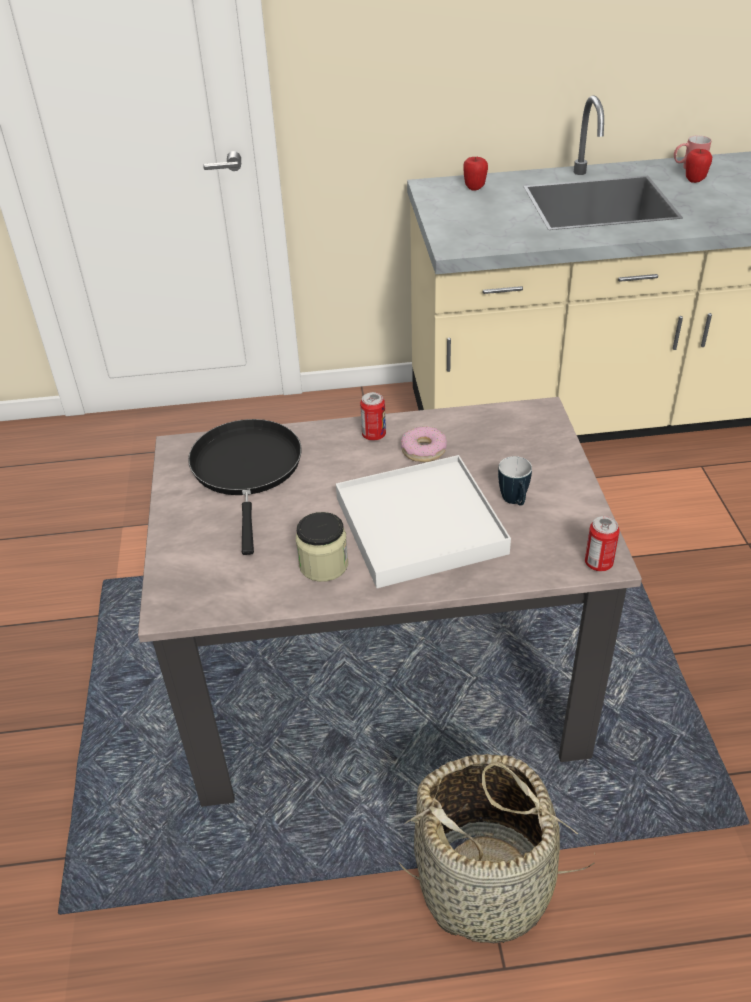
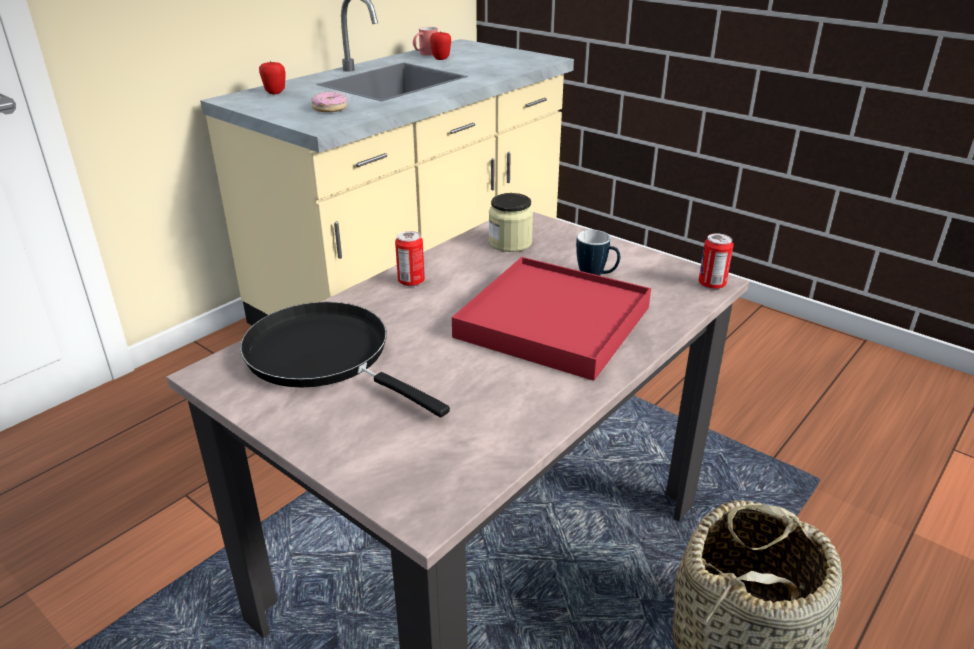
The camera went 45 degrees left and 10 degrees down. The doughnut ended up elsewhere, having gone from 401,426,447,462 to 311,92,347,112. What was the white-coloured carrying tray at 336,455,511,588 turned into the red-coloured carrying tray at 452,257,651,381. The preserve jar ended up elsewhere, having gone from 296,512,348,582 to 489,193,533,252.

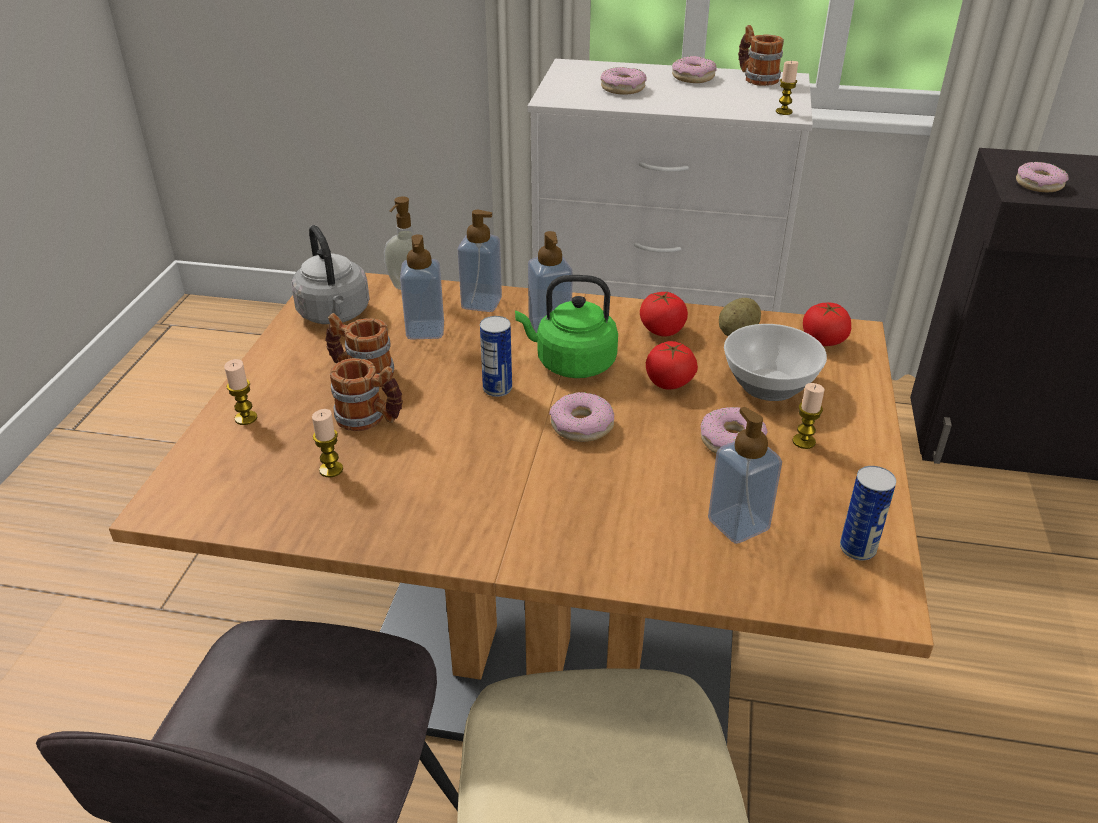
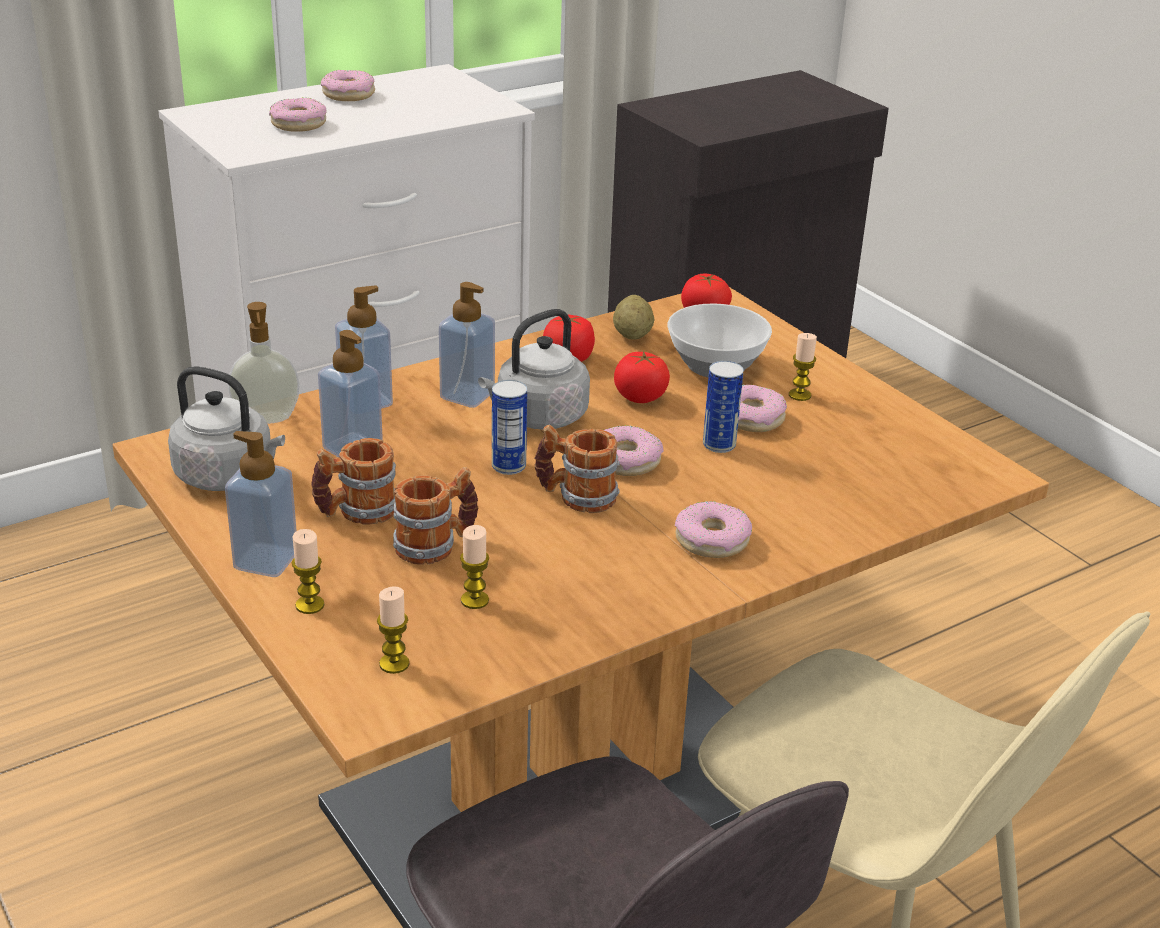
The camera went 45 degrees left and 5 degrees down. The tea mug ended up elsewhere, having gone from 738,25,784,86 to 534,425,620,513. The wax candle ended up elsewhere, having gone from 776,60,798,115 to 377,587,409,674. The doughnut ended up elsewhere, having gone from 1016,162,1068,192 to 675,501,752,558. What was the greenish water kettle at 515,275,618,378 turned into the gray water kettle at 478,309,590,430. The soap dispenser ended up elsewhere, having gone from 708,407,782,544 to 225,431,297,577. The can ended up elsewhere, having gone from 840,466,896,561 to 703,361,744,453.

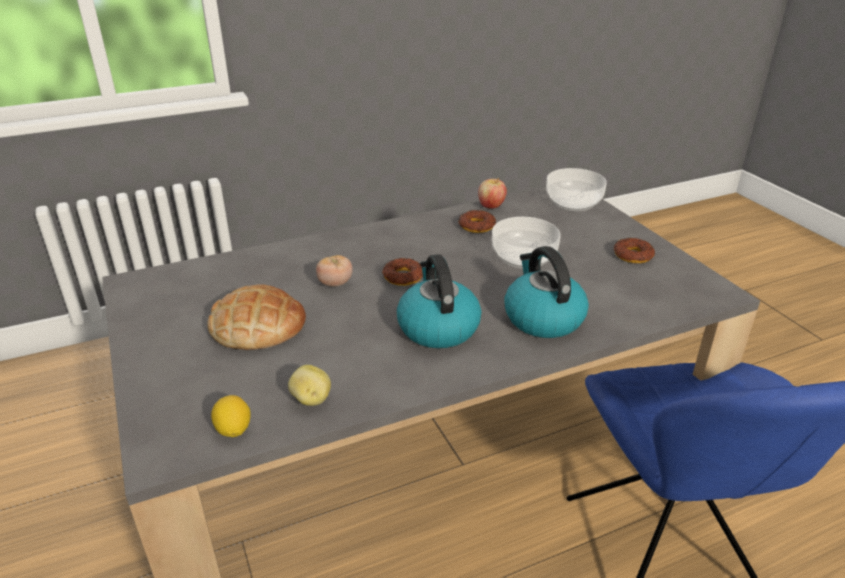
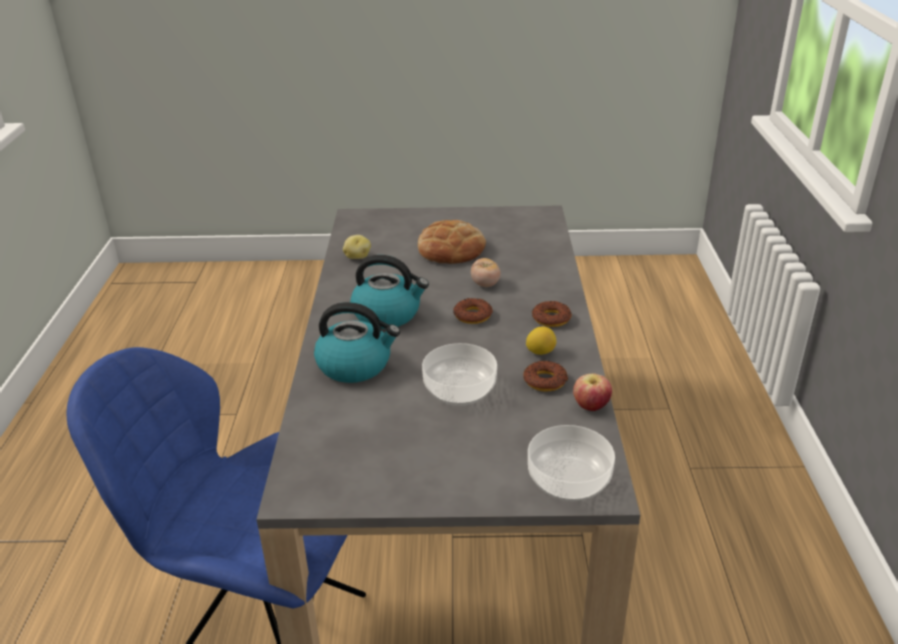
The camera went 115 degrees right and 0 degrees up. The doughnut ended up elsewhere, having gone from 614,238,655,263 to 532,301,572,327. The citrus fruit ended up elsewhere, having gone from 211,395,251,437 to 526,326,556,355.

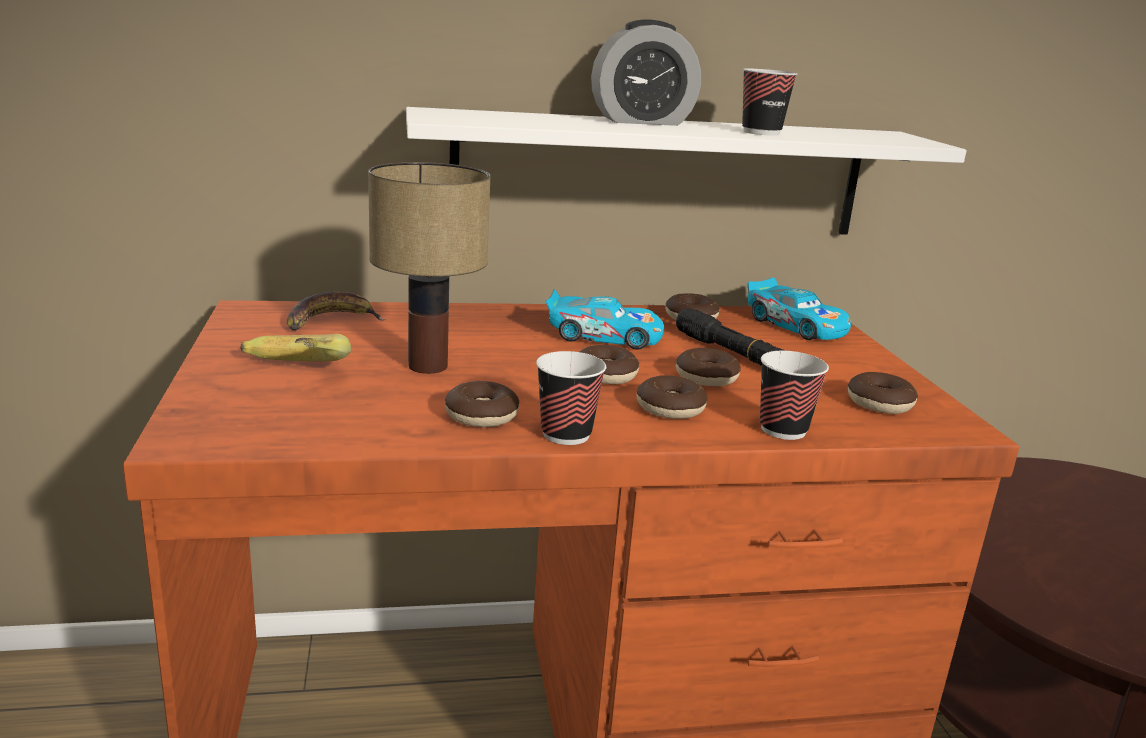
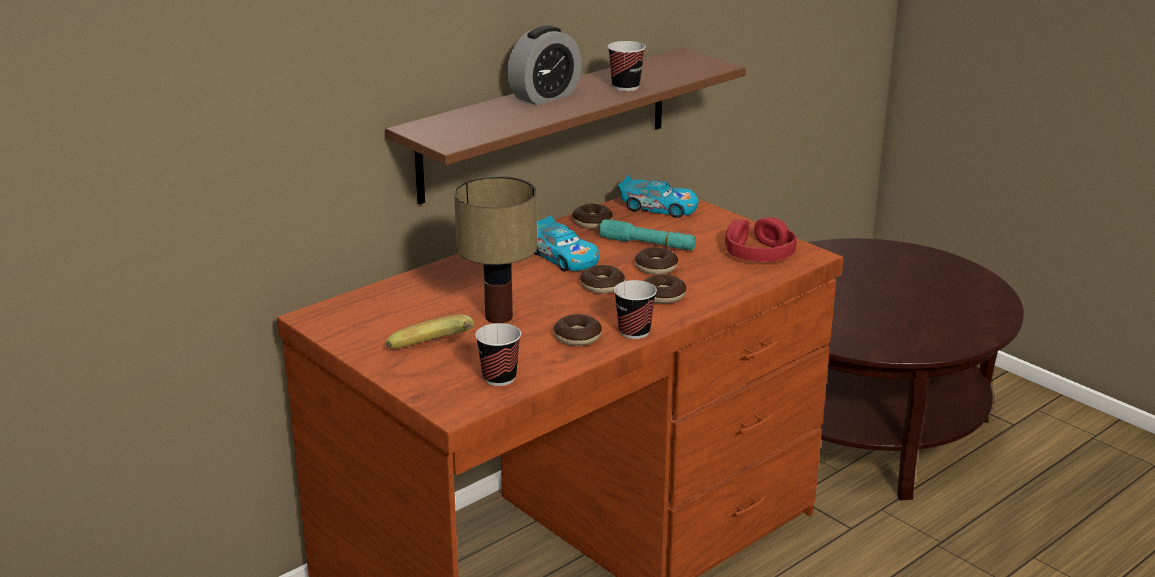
The camera went 30 degrees left and 5 degrees up. What was the white-coloured bracket shelf at 406,107,967,235 turned into the brown-coloured bracket shelf at 385,48,746,204. The toy car at 546,289,664,349 ended up facing another way, 75 degrees clockwise from before. The second view lost the banana fruit at 287,292,386,331. What was the black-coloured flashlight at 676,308,785,366 turned into the turquoise-coloured flashlight at 599,219,696,250. The cup ended up elsewhere, having gone from 760,351,829,440 to 475,323,521,386. Where the doughnut stood at 848,372,918,414, the red-coloured headphones came to stand at 725,217,797,261.

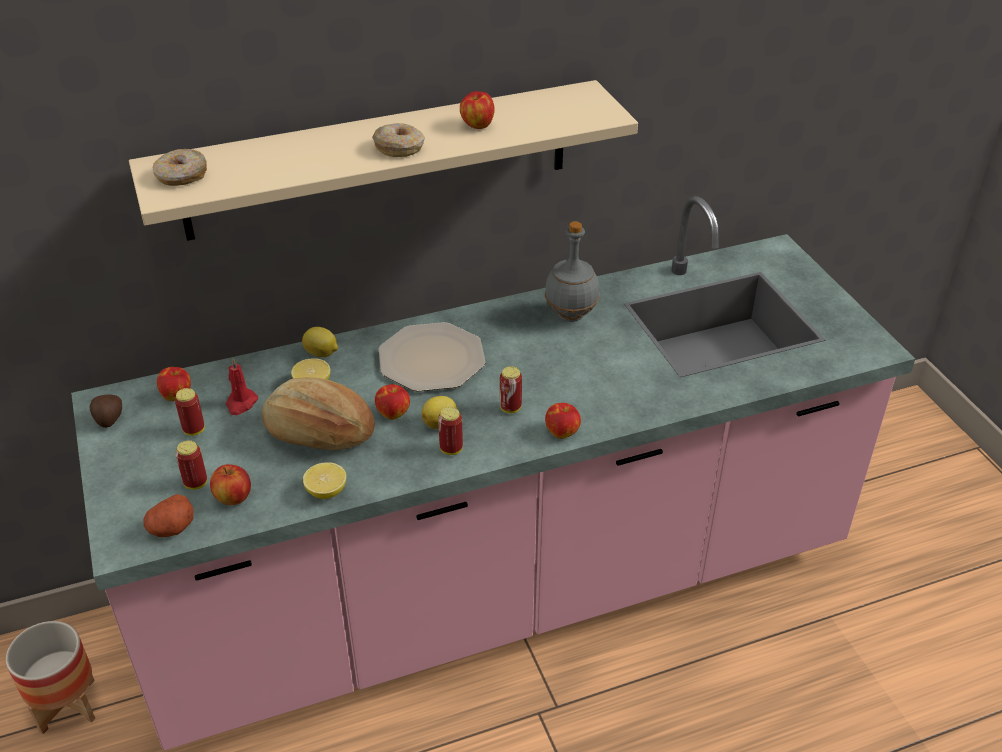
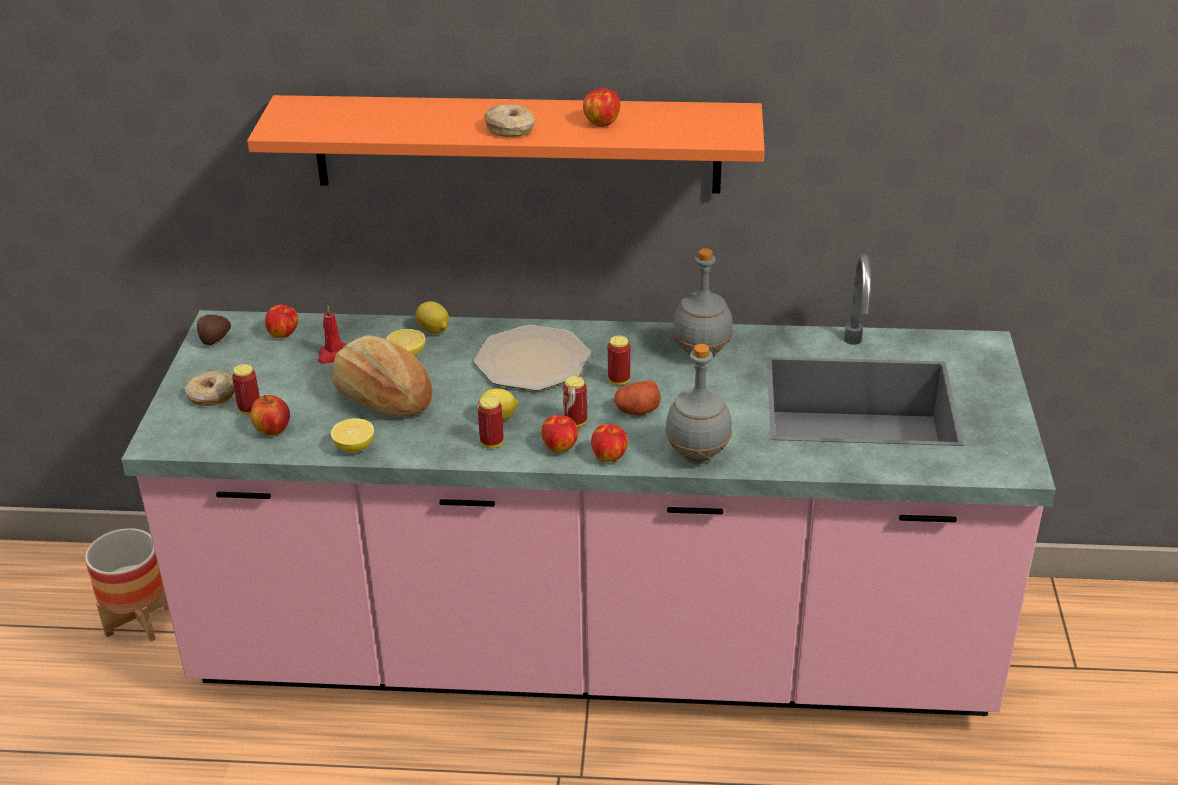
The camera went 25 degrees right and 5 degrees down. What was the sand-coloured bracket shelf at 129,80,638,241 turned into the orange-coloured bracket shelf at 247,95,765,194. The doughnut ended up elsewhere, having gone from 153,149,207,186 to 185,371,235,406. The apple ended up elsewhere, having gone from 375,384,410,420 to 541,415,578,453. The can ended up elsewhere, having gone from 175,388,205,436 to 608,336,630,385. The spud ended up elsewhere, having gone from 143,494,194,537 to 614,381,661,416. The second view gained the gray bottle at 665,344,732,464.

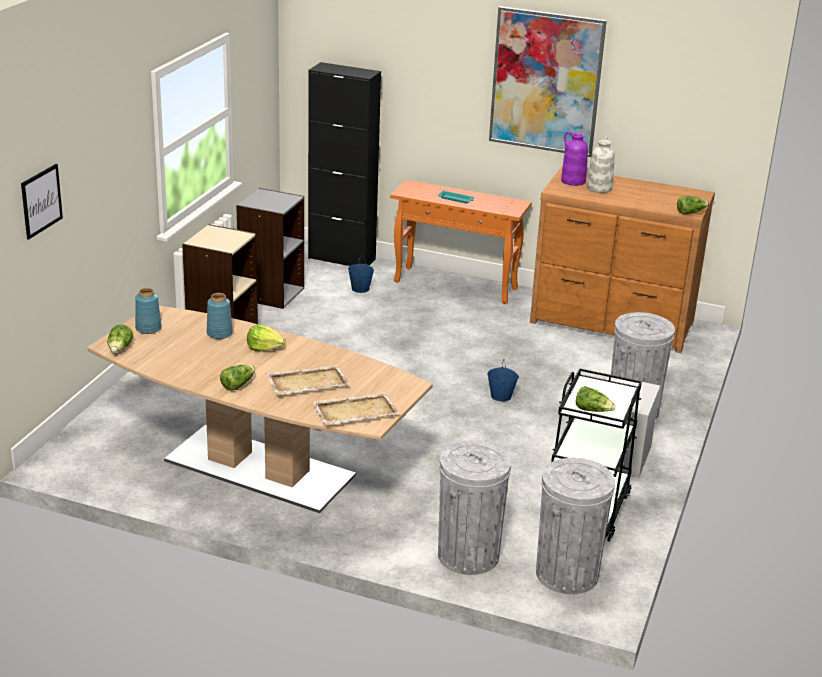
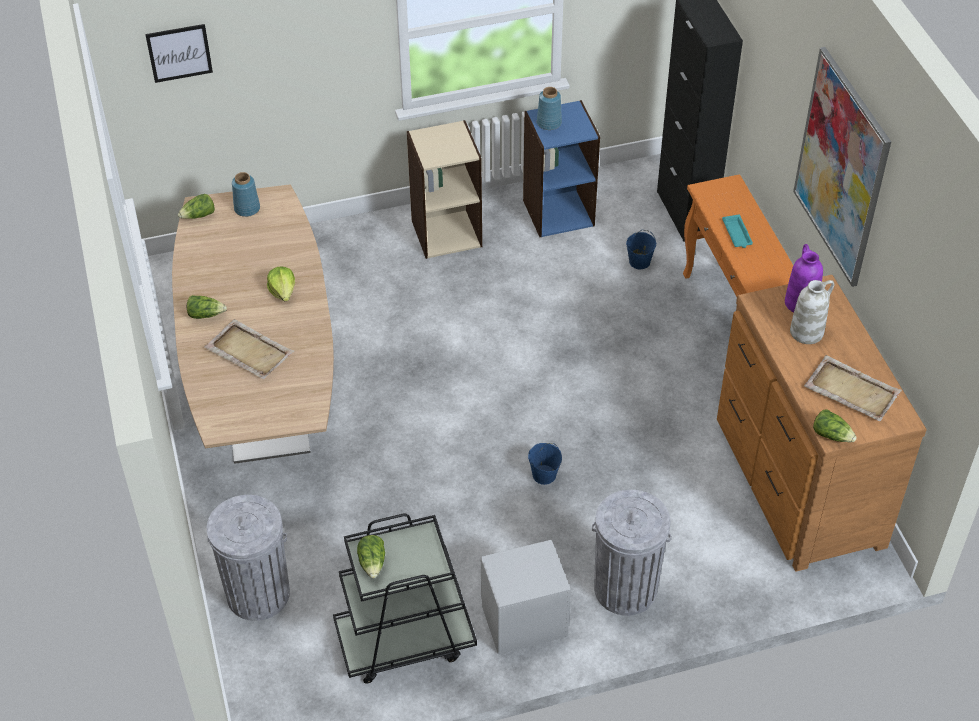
The camera went 55 degrees right and 20 degrees up. What was the gray shelving unit at 236,188,304,309 turned into the blue shelving unit at 523,100,600,237. The blue flower vase ended up elsewhere, having gone from 207,293,233,339 to 537,87,562,130. The sand-coloured carrying tray ended up elsewhere, having gone from 312,392,400,425 to 804,355,902,421. The second view lost the gray trash can at 536,458,615,594.

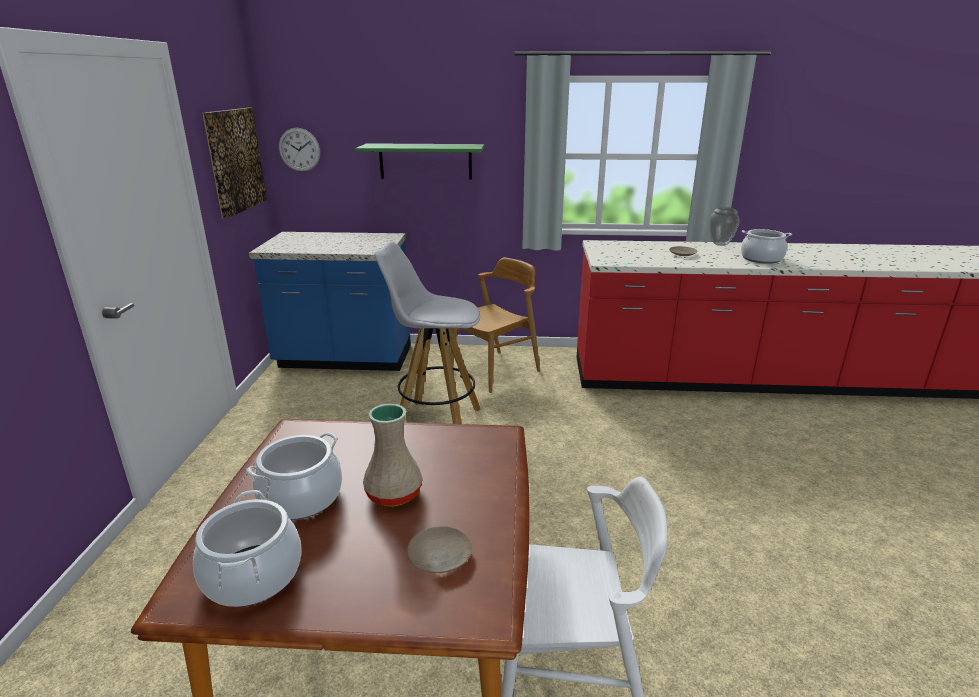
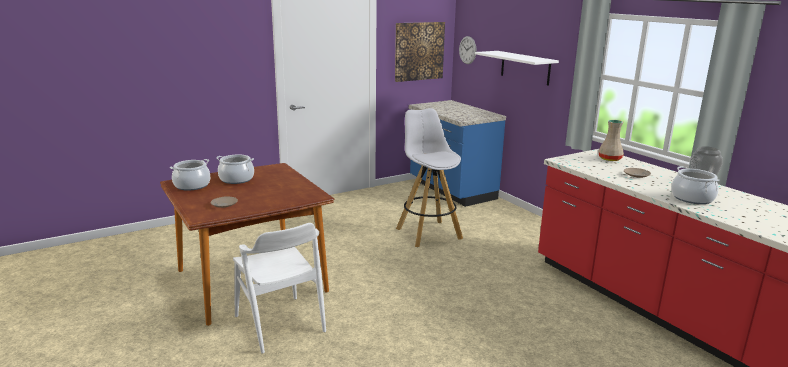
The camera went 55 degrees right and 5 degrees down. What was the greenish bracket shelf at 355,143,484,180 turned into the white-coloured bracket shelf at 475,51,559,85. The second view lost the brown-coloured chair at 450,257,540,393. The sand-coloured flower vase ended up elsewhere, having gone from 363,403,423,507 to 598,120,624,161.

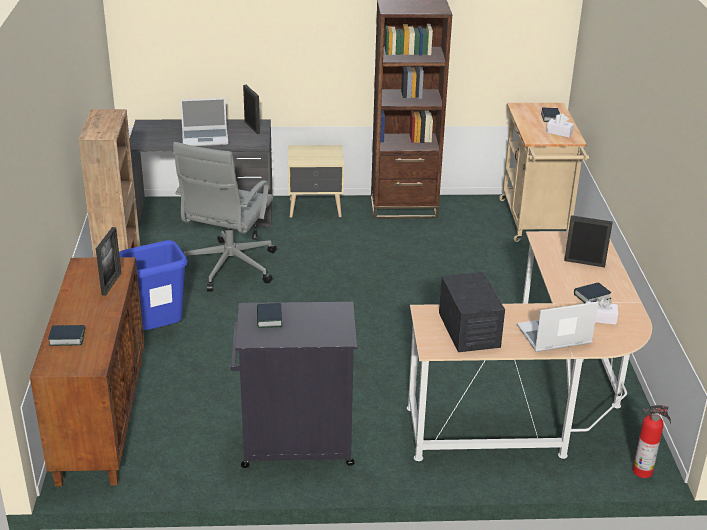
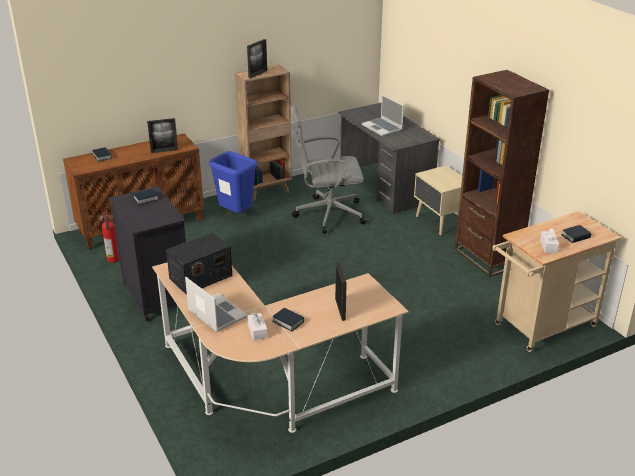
The camera went 65 degrees right and 0 degrees up. The photo frame ended up elsewhere, having gone from 243,85,260,134 to 247,39,267,79. The fire extinguisher ended up elsewhere, having gone from 633,405,671,478 to 100,213,119,263.

